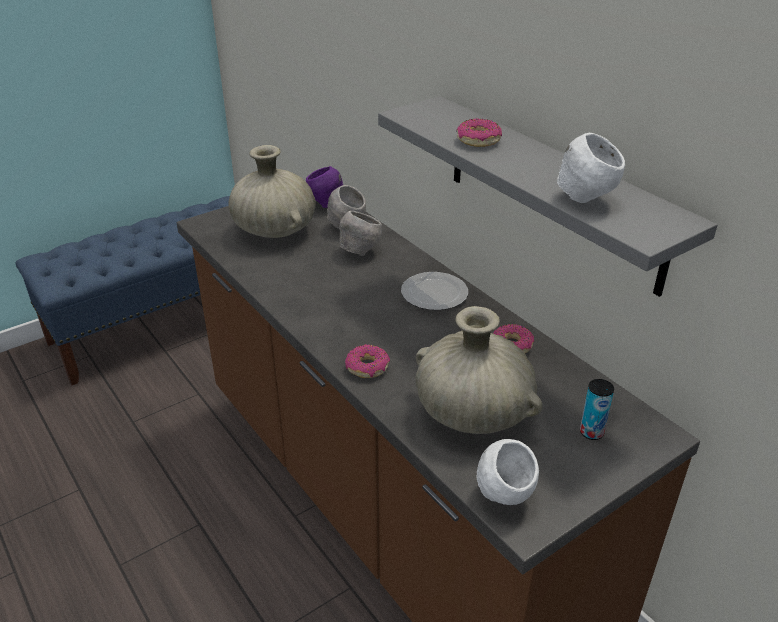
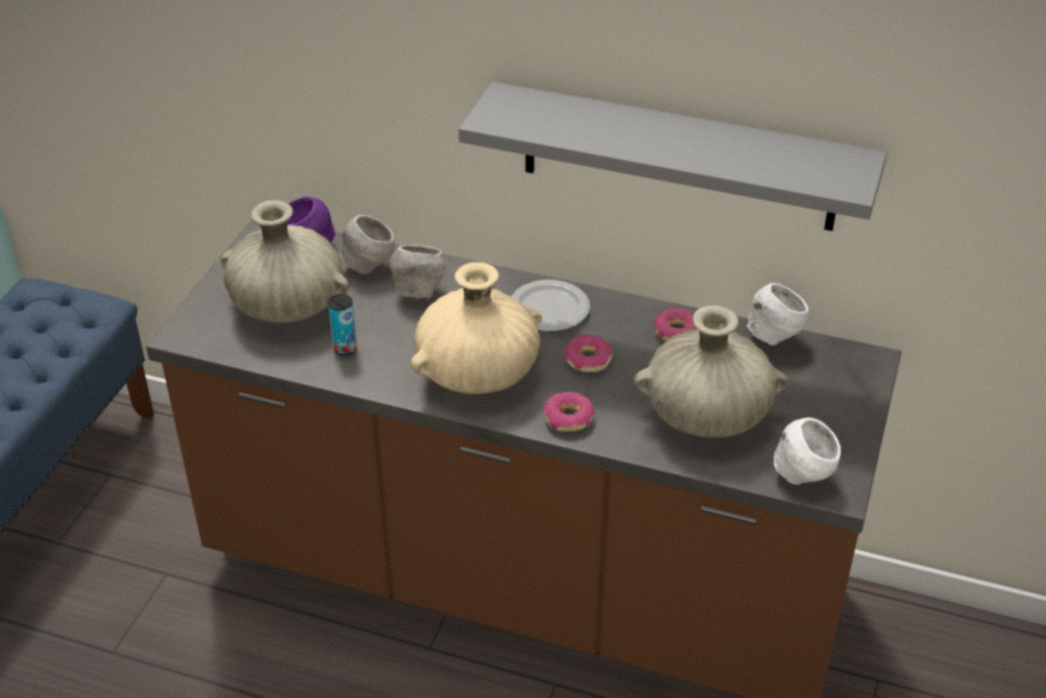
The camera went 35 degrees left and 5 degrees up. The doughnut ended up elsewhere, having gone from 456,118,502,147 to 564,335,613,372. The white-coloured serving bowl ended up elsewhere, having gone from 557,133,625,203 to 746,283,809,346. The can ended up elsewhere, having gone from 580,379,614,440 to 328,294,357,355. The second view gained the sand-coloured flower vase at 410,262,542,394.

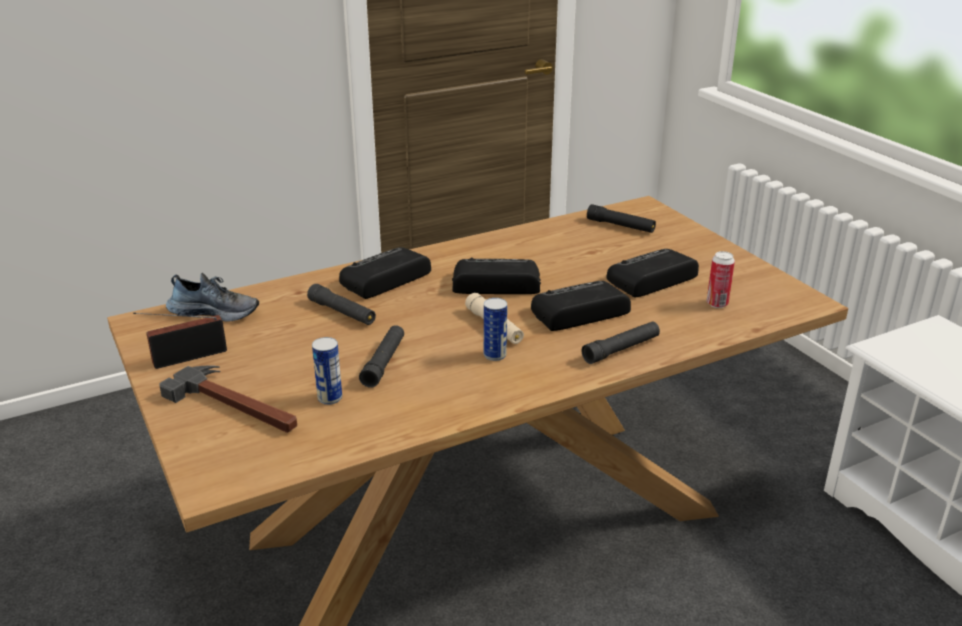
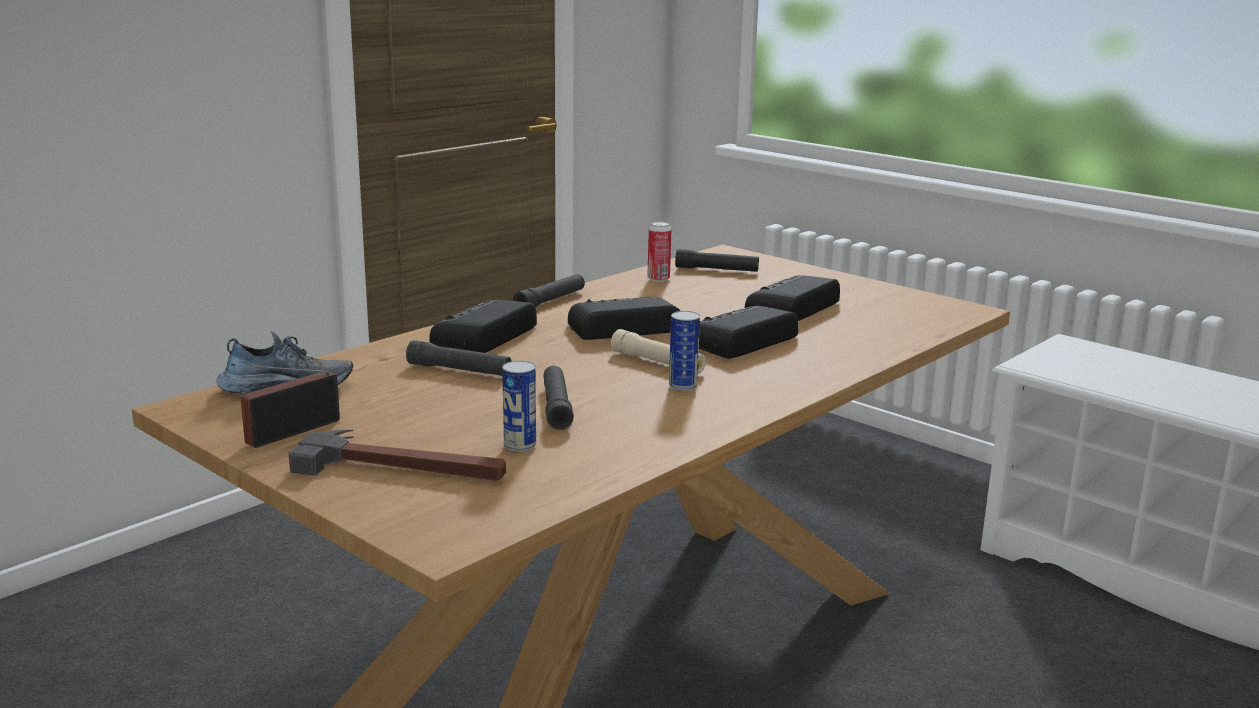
The camera went 20 degrees left and 10 degrees down. The can ended up elsewhere, having gone from 707,251,735,308 to 647,221,671,282. The black-coloured flashlight ended up elsewhere, having gone from 582,322,660,364 to 513,274,585,307.

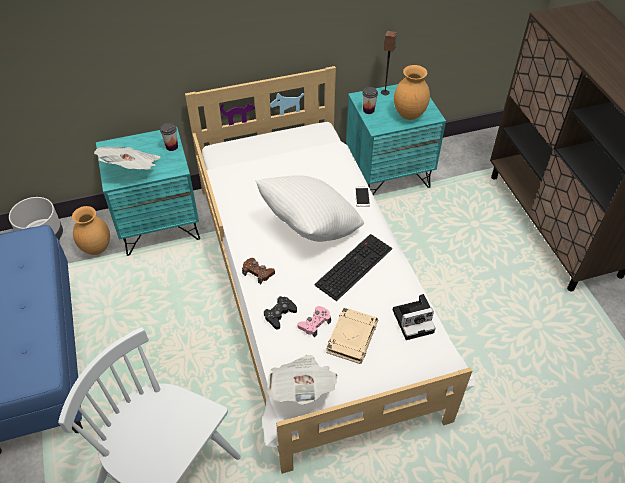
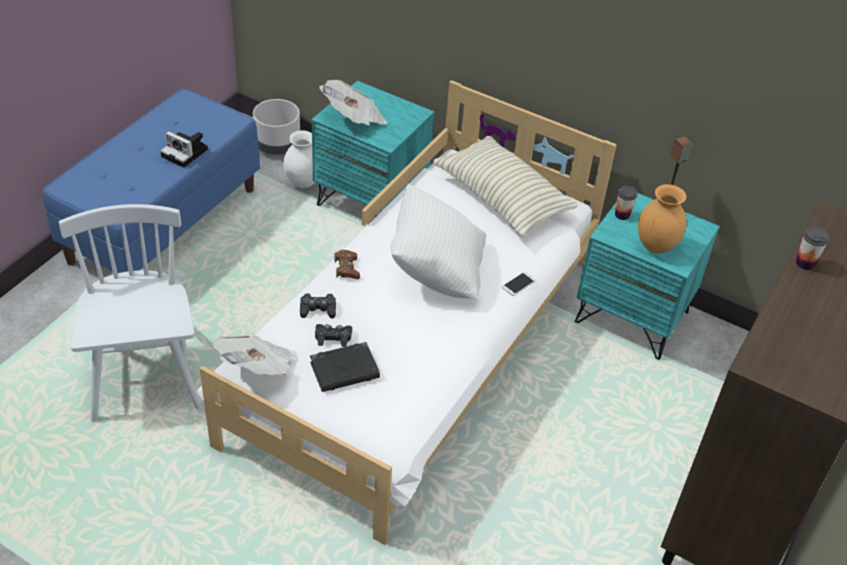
The camera went 45 degrees right and 5 degrees down. The cup ended up elsewhere, having gone from 160,123,178,151 to 796,227,830,270. What was the brown-coloured flower vase at 72,206,110,255 turned into the white-coloured flower vase at 283,131,315,188. The second view lost the PC keyboard at 315,234,392,301. The still camera ended up elsewhere, having gone from 393,294,435,340 to 160,131,208,168. What was the pinkish gamepad at 298,306,331,337 turned into the black-coloured gamepad at 315,324,352,347. What was the sand-coloured volume at 326,307,378,364 turned into the black-coloured volume at 310,342,380,392. The second view gained the throw pillow at 433,136,578,237.

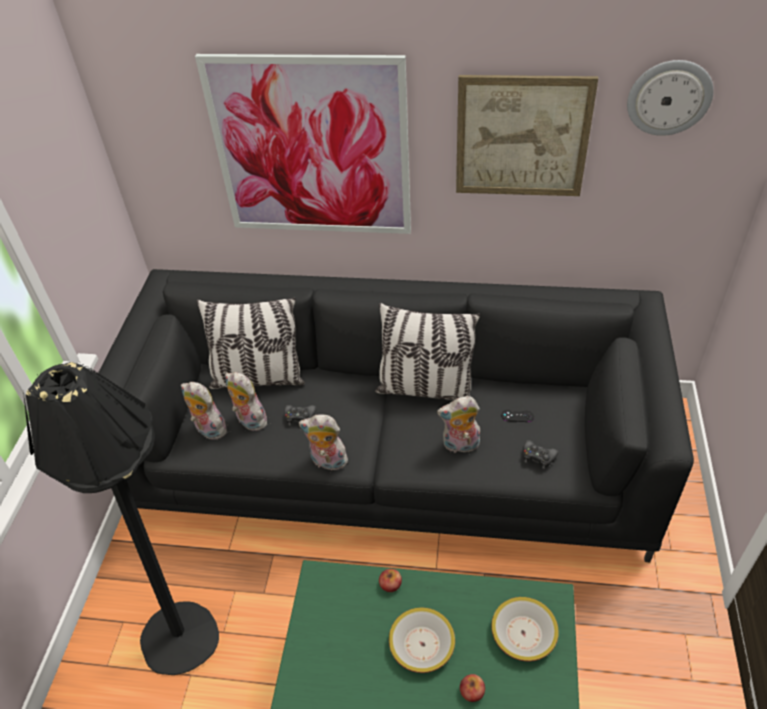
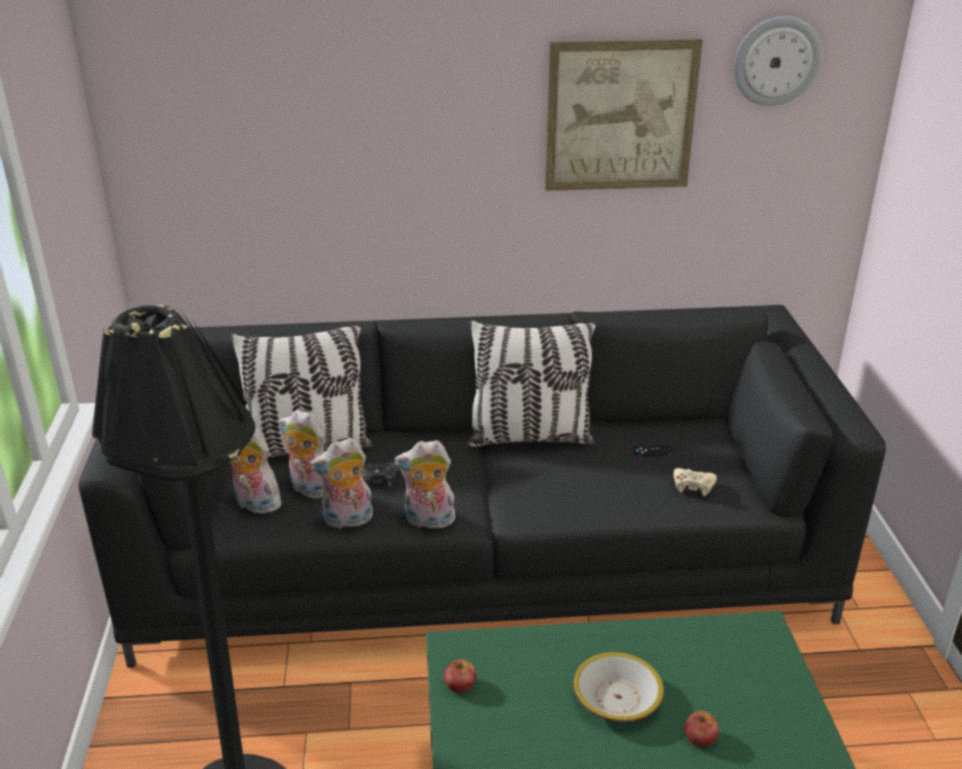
The camera went 15 degrees left and 15 degrees down. The second view lost the wall art at 195,54,411,234. The cuddly toy ended up elsewhere, having gone from 437,396,480,453 to 310,438,373,529. What was the black-coloured gamepad at 523,440,558,469 turned into the sand-coloured gamepad at 673,468,717,496. The apple ended up elsewhere, having gone from 379,569,402,592 to 444,659,476,693. The second view lost the serving bowl at 491,597,559,661.

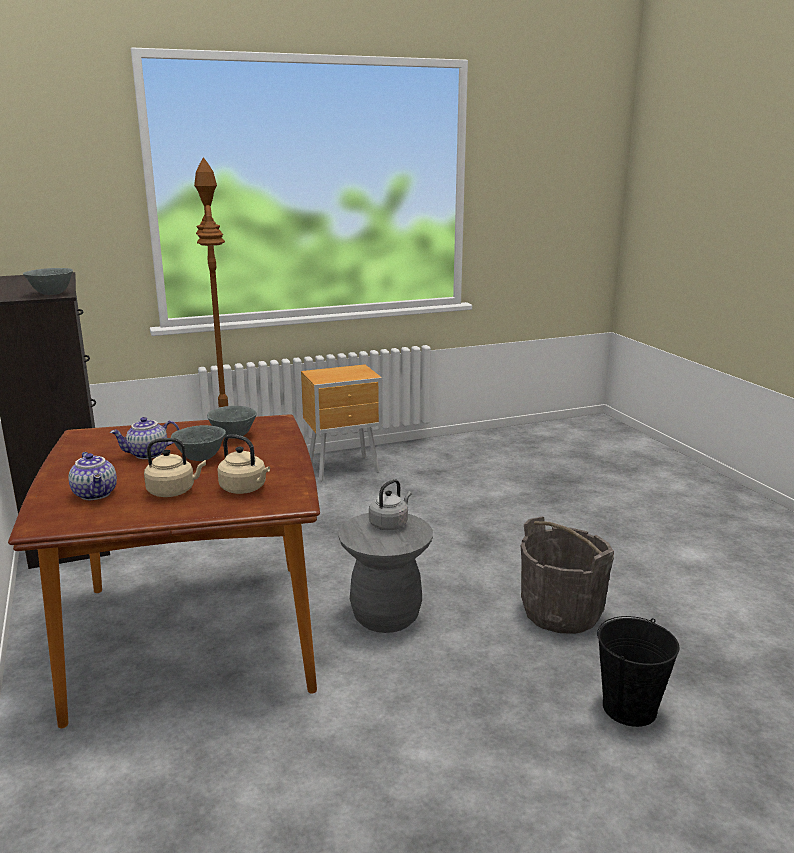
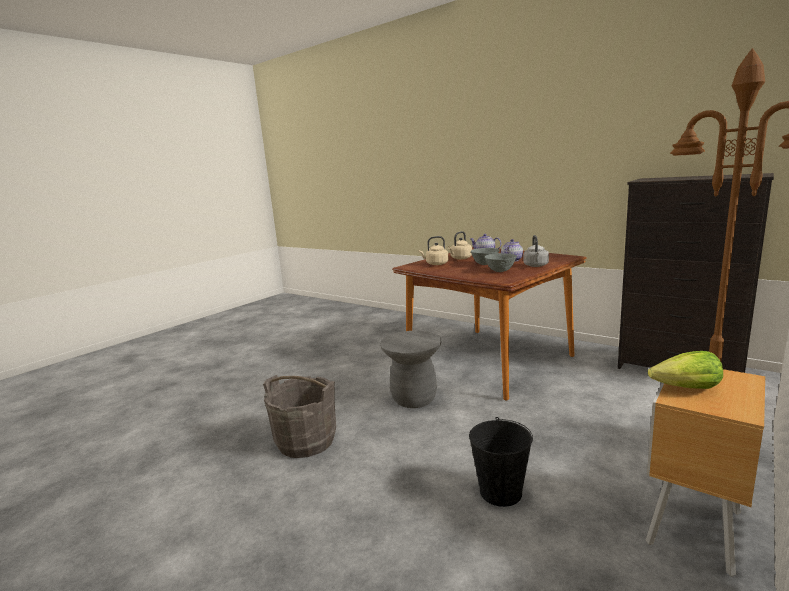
The camera went 150 degrees right and 5 degrees down. The second view lost the gray serving bowl at 23,268,73,295. The gray water kettle ended up elsewhere, having gone from 369,479,412,530 to 523,235,549,267. The black-coloured pail ended up elsewhere, having gone from 597,616,679,727 to 469,417,533,507. The second view gained the head of lettuce at 648,351,723,389.

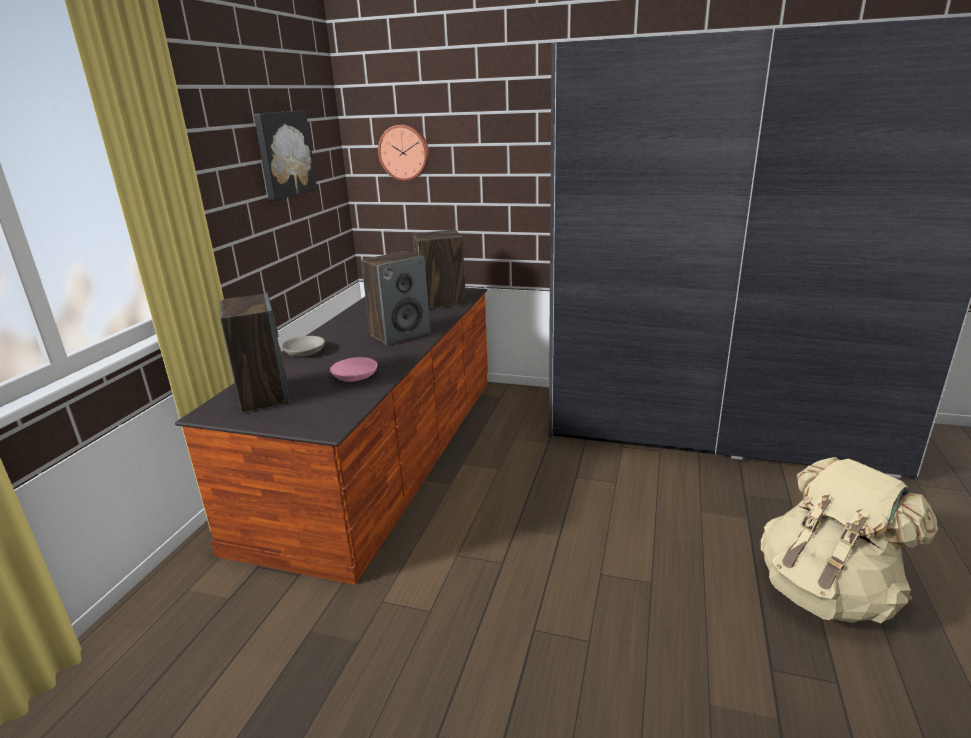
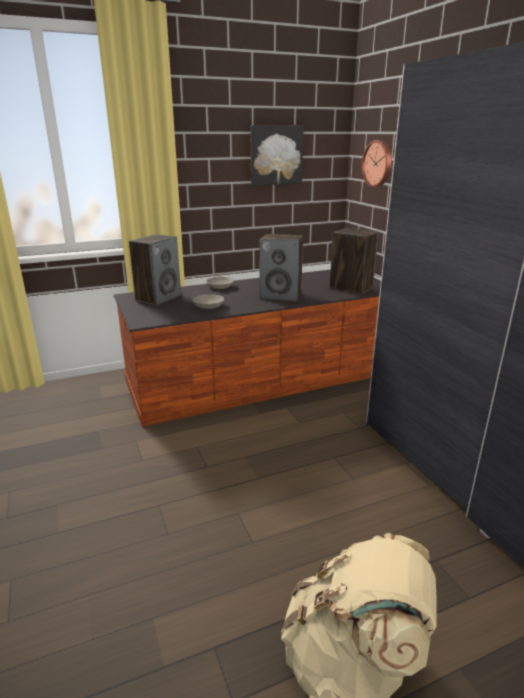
The camera went 50 degrees right and 0 degrees up. What was the pinkish serving bowl at 330,357,377,382 turned into the gray serving bowl at 192,294,224,309.

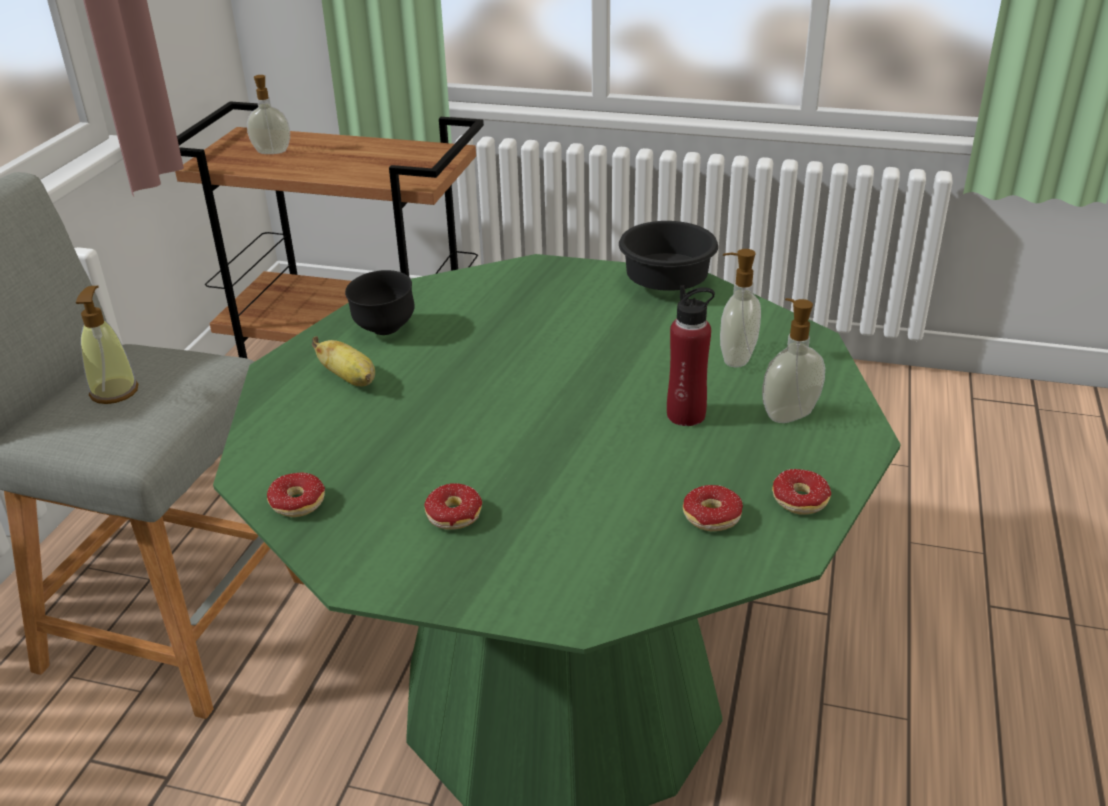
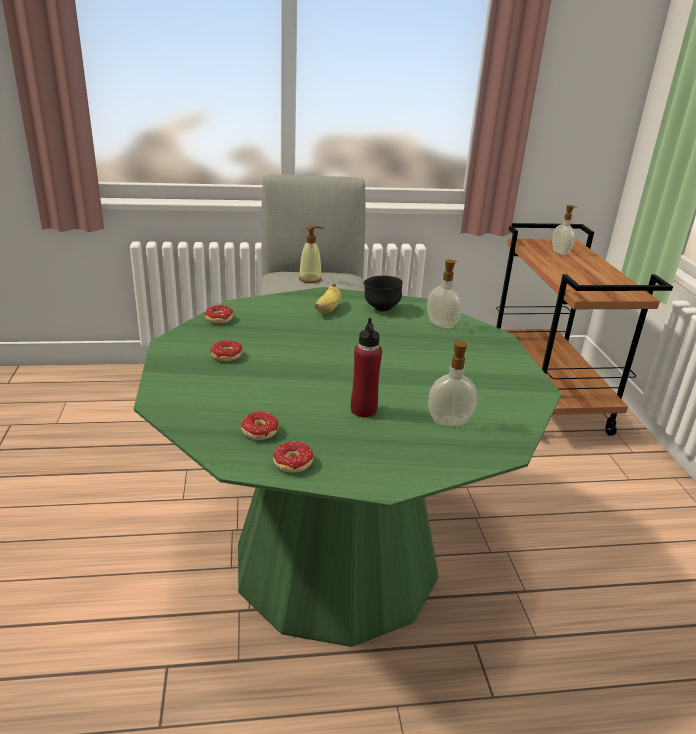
The camera went 65 degrees right and 5 degrees down. The second view lost the black-coloured serving bowl at 619,221,718,291. The soap dispenser ended up elsewhere, having gone from 762,298,825,423 to 427,260,462,329.

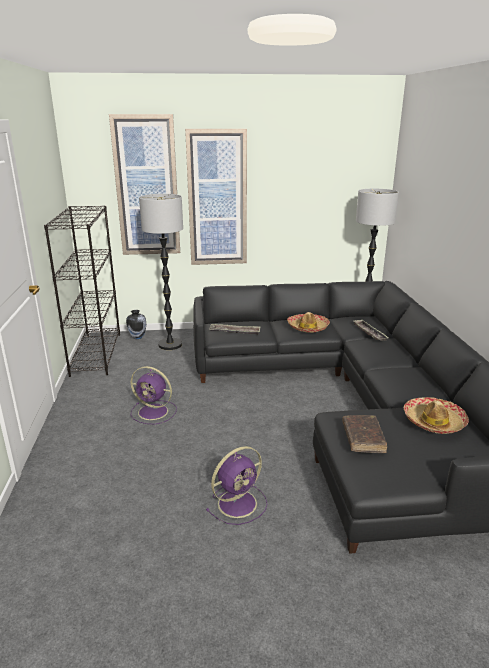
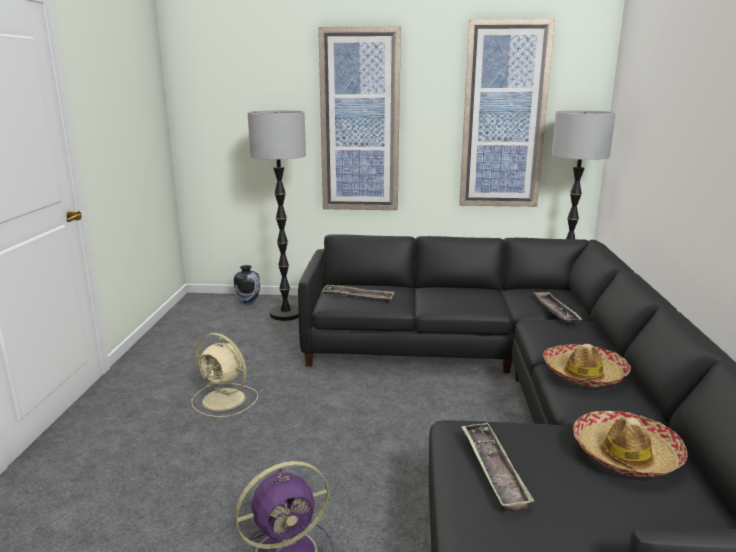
The camera went 10 degrees right and 5 degrees down. The wall art ended up elsewhere, having gone from 109,114,180,255 to 459,18,555,207. The second view lost the black-coloured shelving unit at 44,205,120,377. The wearable hat ended up elsewhere, having gone from 287,312,330,333 to 543,344,631,387. What was the purple cooling fan at 130,366,177,424 turned into the sand-coloured cooling fan at 191,333,258,417. Where the brown-coloured volume stood at 342,415,387,453, the carrying tray came to stand at 461,423,534,512.

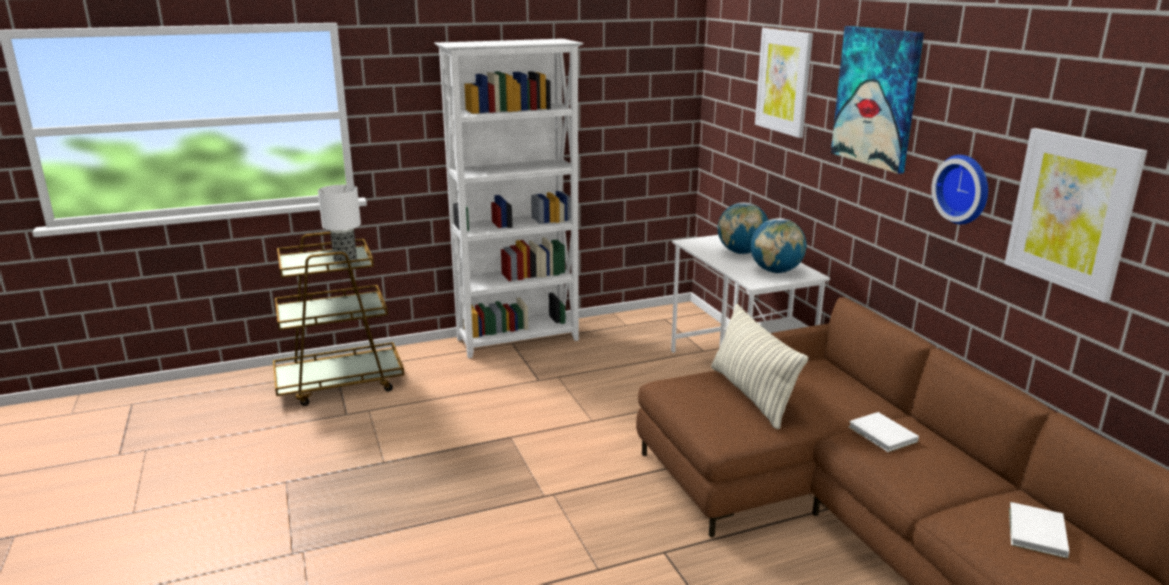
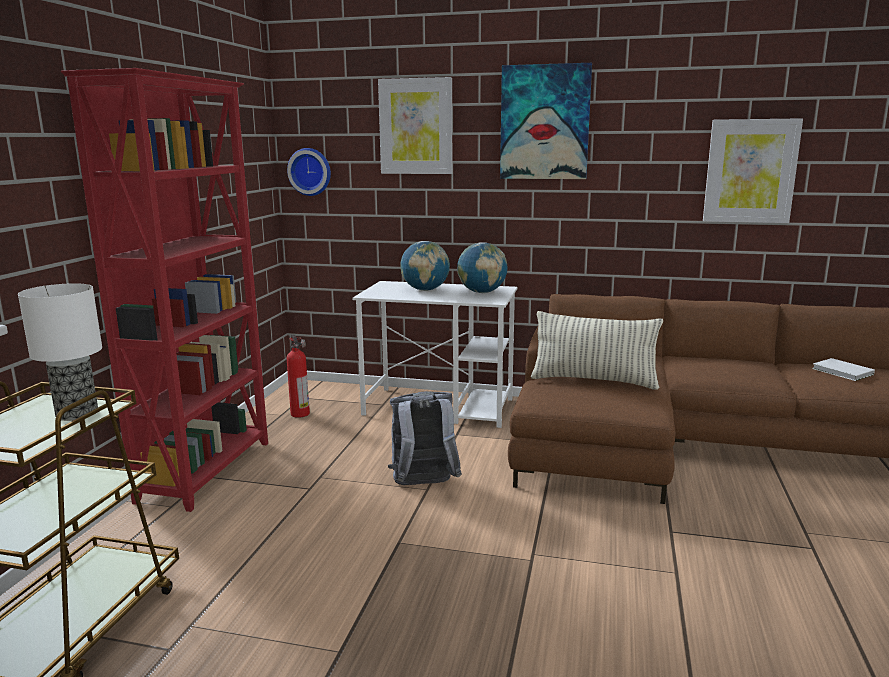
The camera went 55 degrees left and 5 degrees down. What was the white-coloured shelving unit at 434,39,584,358 turned into the red-coloured shelving unit at 61,68,268,512. The clock on the wall ended up elsewhere, having gone from 931,155,988,224 to 287,148,331,196. The second view lost the white-coloured volume at 848,412,919,452. The second view gained the fire extinguisher at 287,335,310,418. The second view gained the gray backpack at 388,391,462,485.

